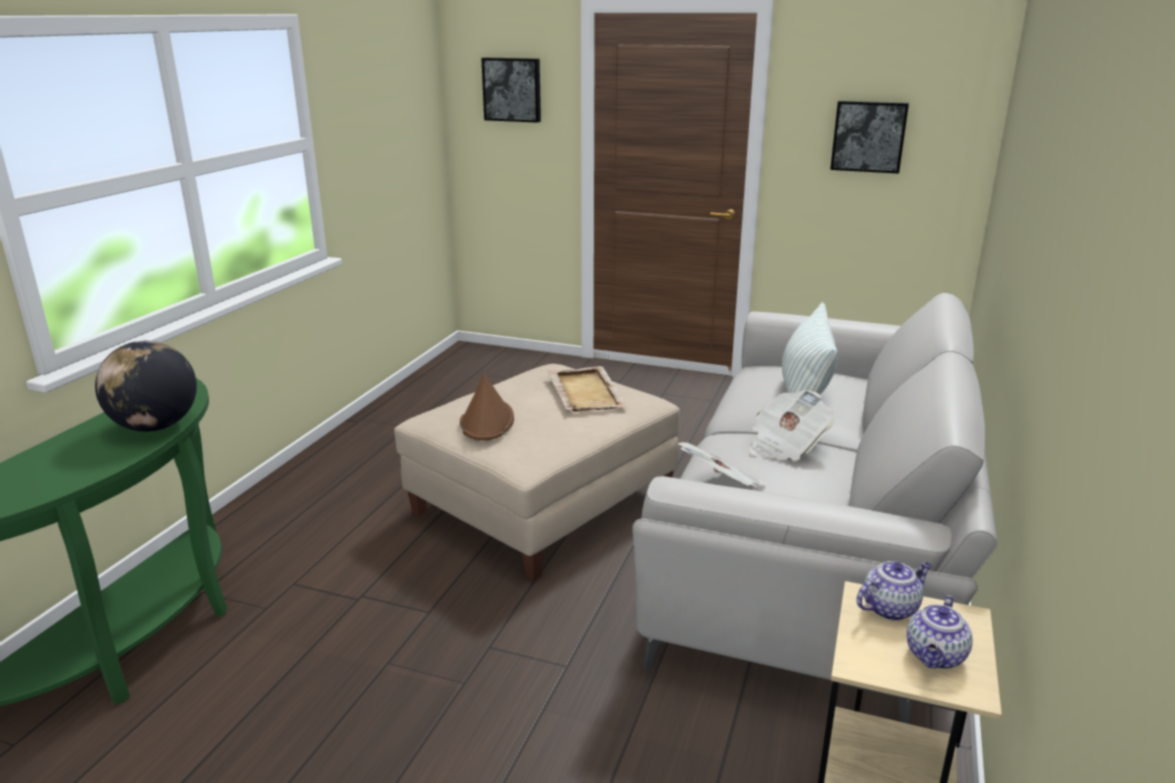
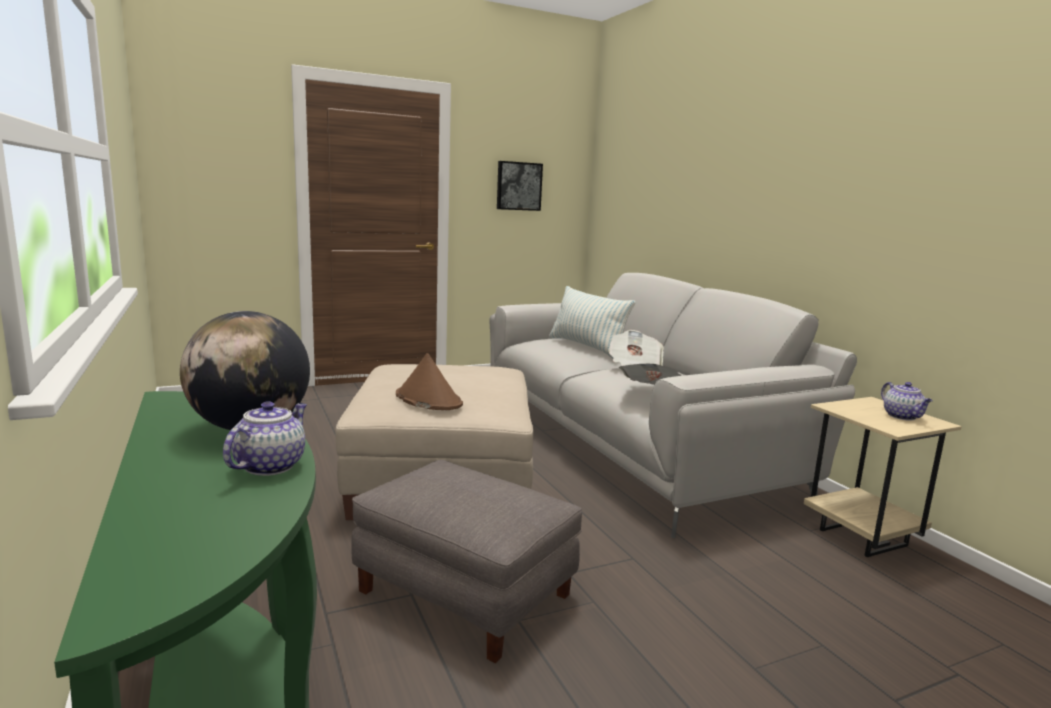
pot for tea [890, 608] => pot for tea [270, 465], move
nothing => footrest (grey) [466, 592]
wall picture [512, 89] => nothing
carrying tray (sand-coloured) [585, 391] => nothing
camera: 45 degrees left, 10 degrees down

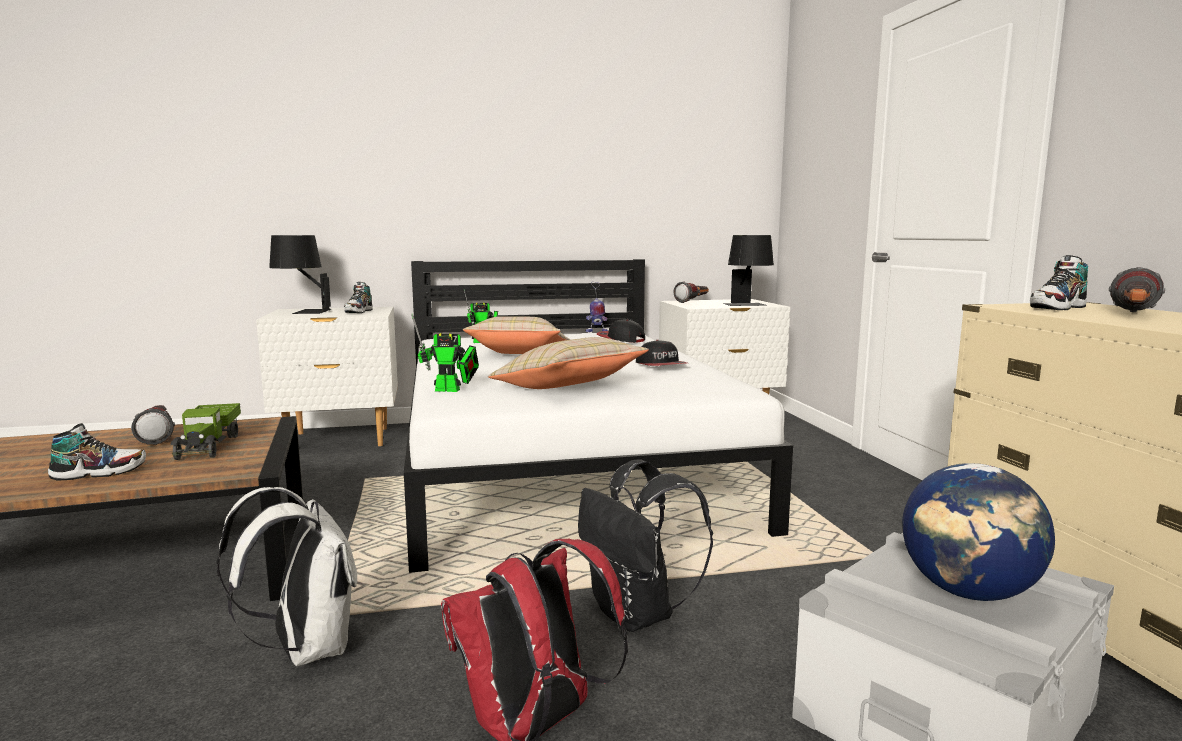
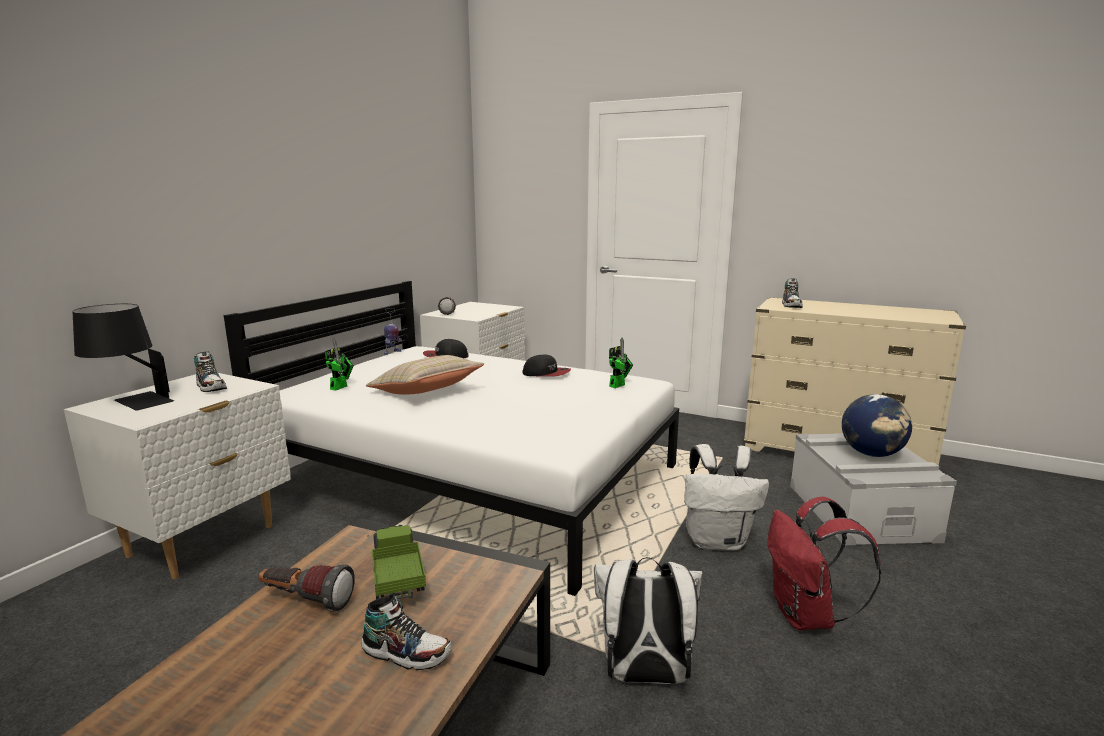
item of footwear [99, 473] => item of footwear [406, 653], 90 degrees clockwise
model truck [209, 445] => model truck [397, 576], 135 degrees counterclockwise
toy robot [451, 390] => toy robot [618, 385], move
knapsack (blackish) [637, 615] => knapsack (white-coloured) [717, 541]
pillow (sand-coloured) [567, 388] => nothing
table lamp (blackish) [748, 305] => nothing
torch [1133, 315] => nothing
camera: 50 degrees left, 5 degrees up

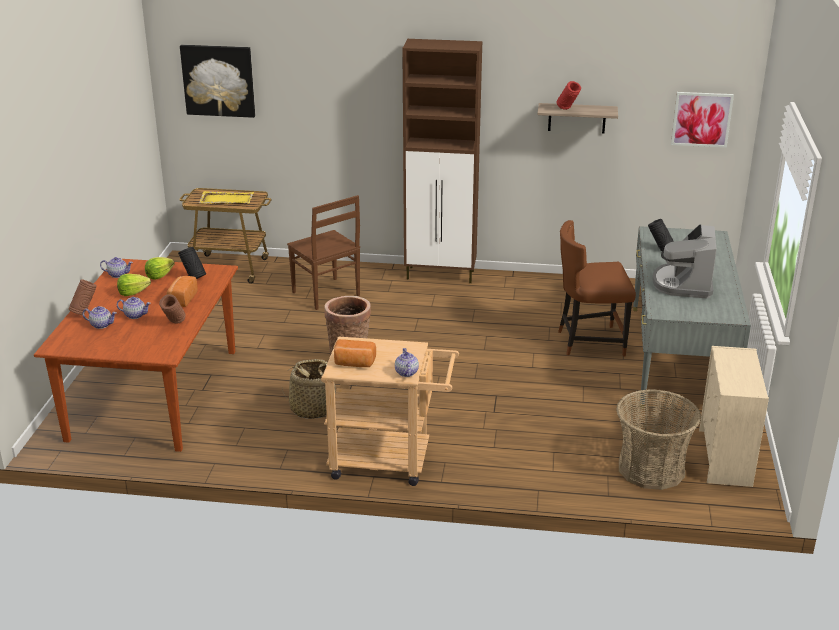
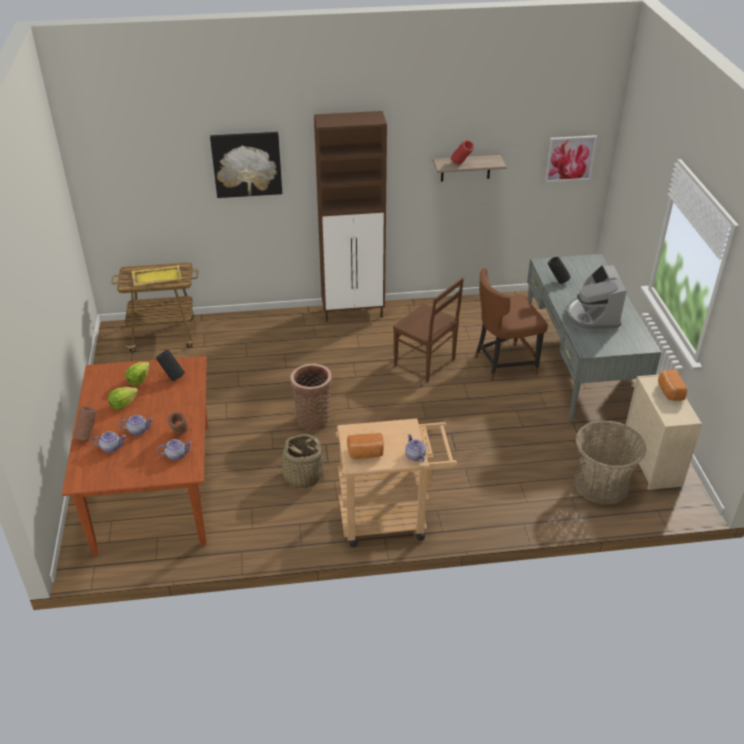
pot for tea [118, 274] => pot for tea [176, 455], move
wall picture [218, 80] => wall picture [247, 164], move
plain chair (brownish) [327, 294] => plain chair (brownish) [426, 363], move
bakery bread [182, 299] => bakery bread [669, 392], move
camera: 15 degrees left, 10 degrees up

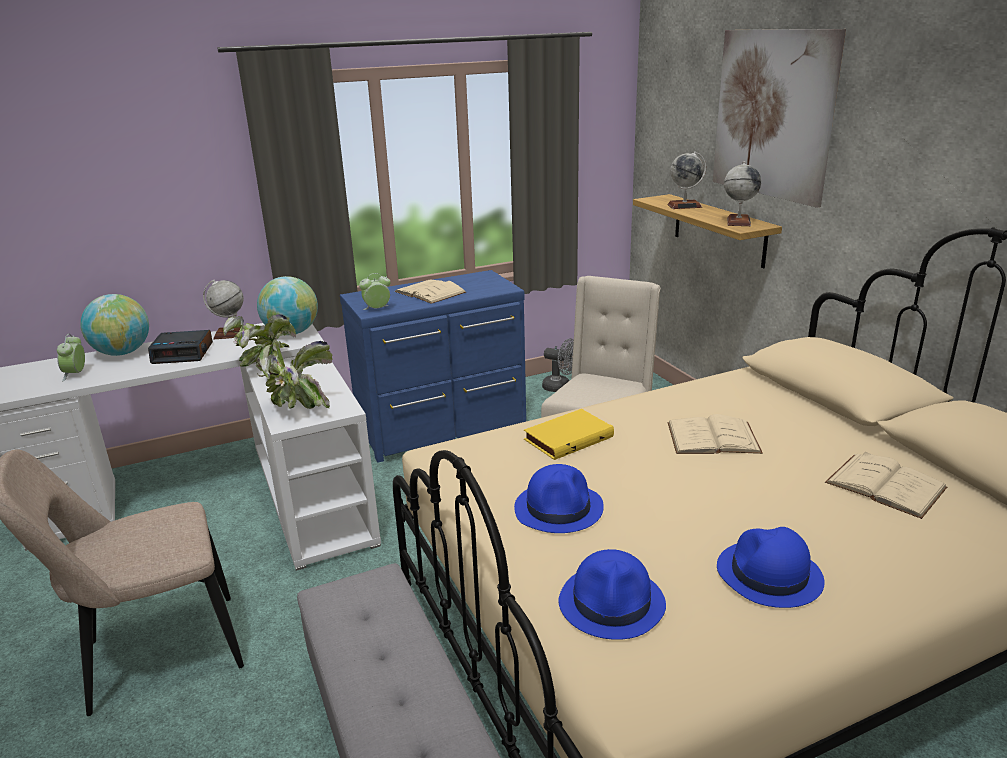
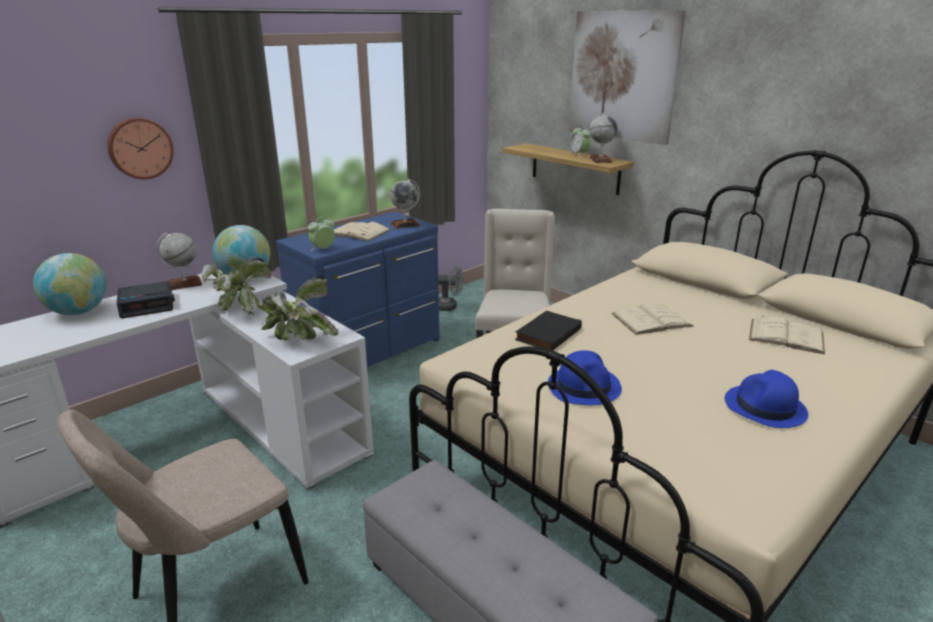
nothing => clock on the wall [140, 148]
globe [684, 206] => globe [405, 224], move
bound book (yellow) [567, 437] => bound book (blackish) [547, 334]
table clock [76, 374] => table clock [579, 154], move
hat (blue) [612, 603] => nothing
camera: 20 degrees left, 0 degrees up

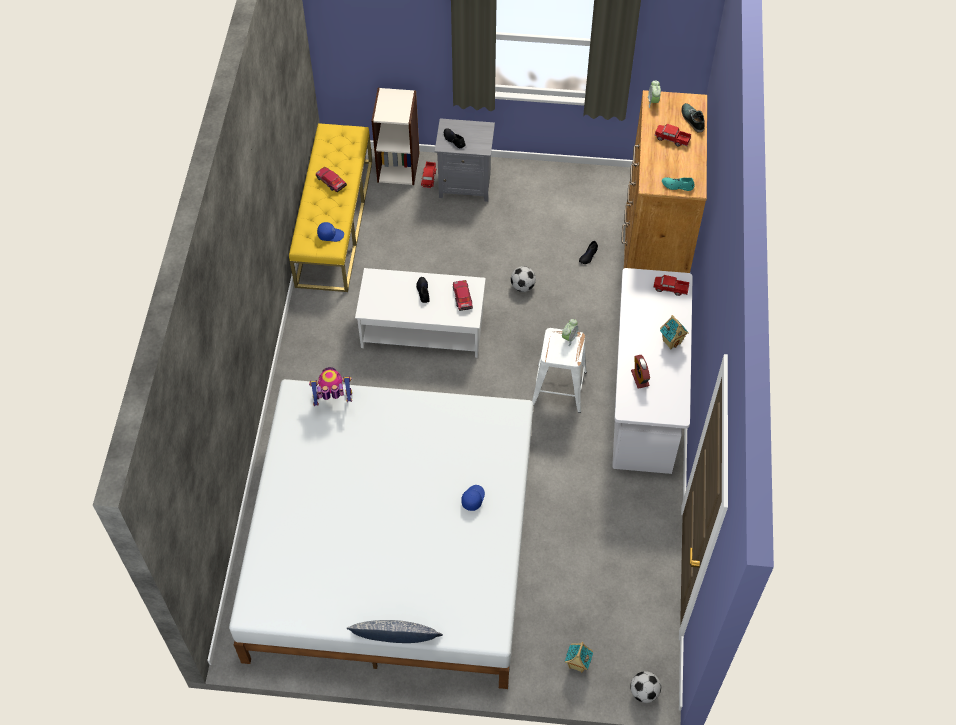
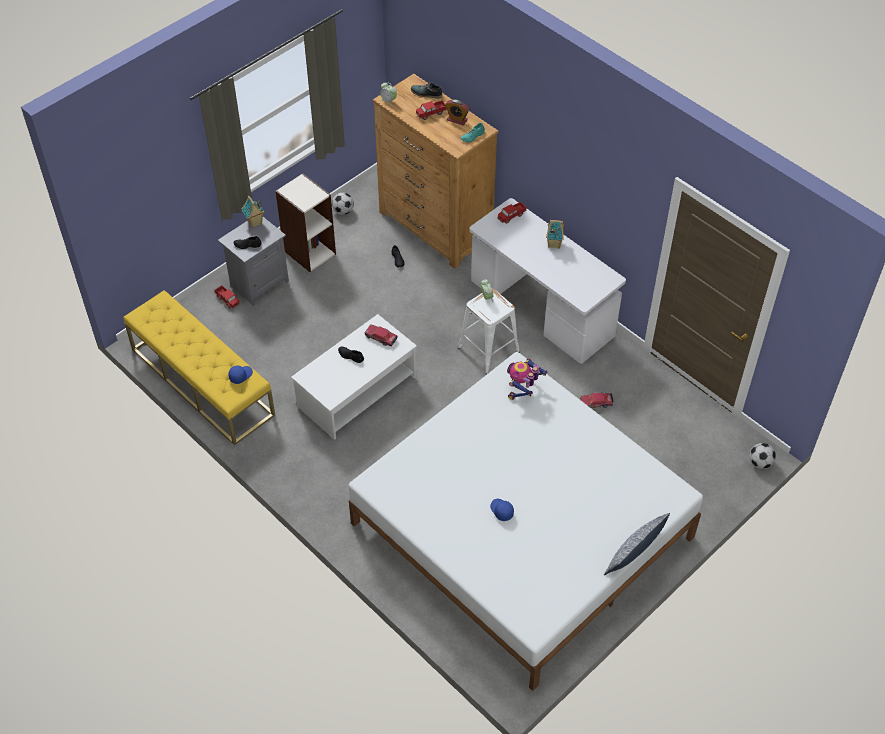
model house [577, 665] => model house [254, 223], move
shelving unit [398, 166] => shelving unit [309, 252], move
ball for football [523, 287] => ball for football [343, 211], move
table clock [640, 378] => table clock [457, 120], move
baseball cap (blue) [472, 498] => baseball cap (blue) [501, 511], move
toy robot [333, 400] => toy robot [523, 389], move
model car [331, 182] => model car [596, 403], move
camera: 50 degrees left, 5 degrees down

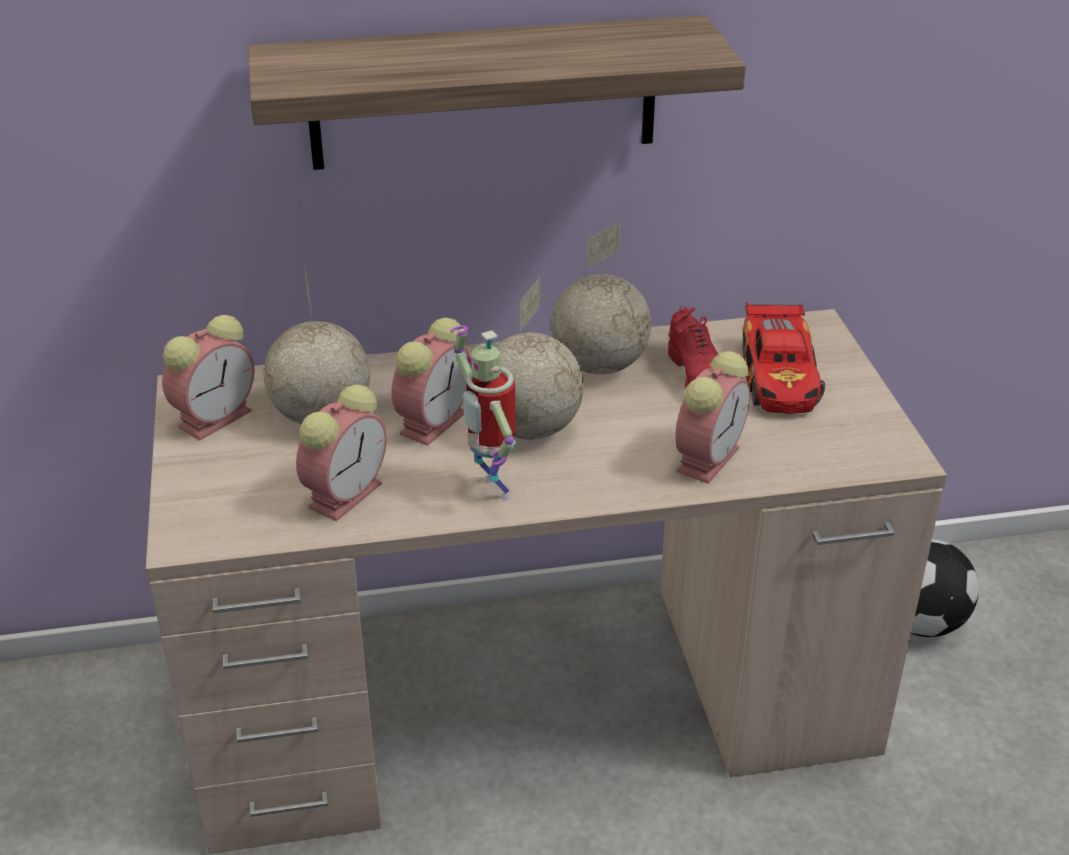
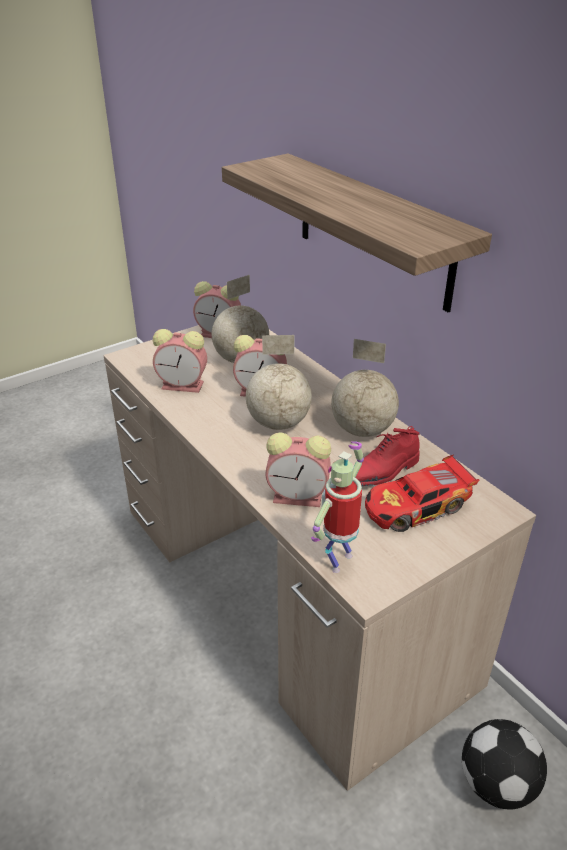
toy robot [491, 489] => toy robot [338, 560], move
camera: 65 degrees right, 0 degrees up

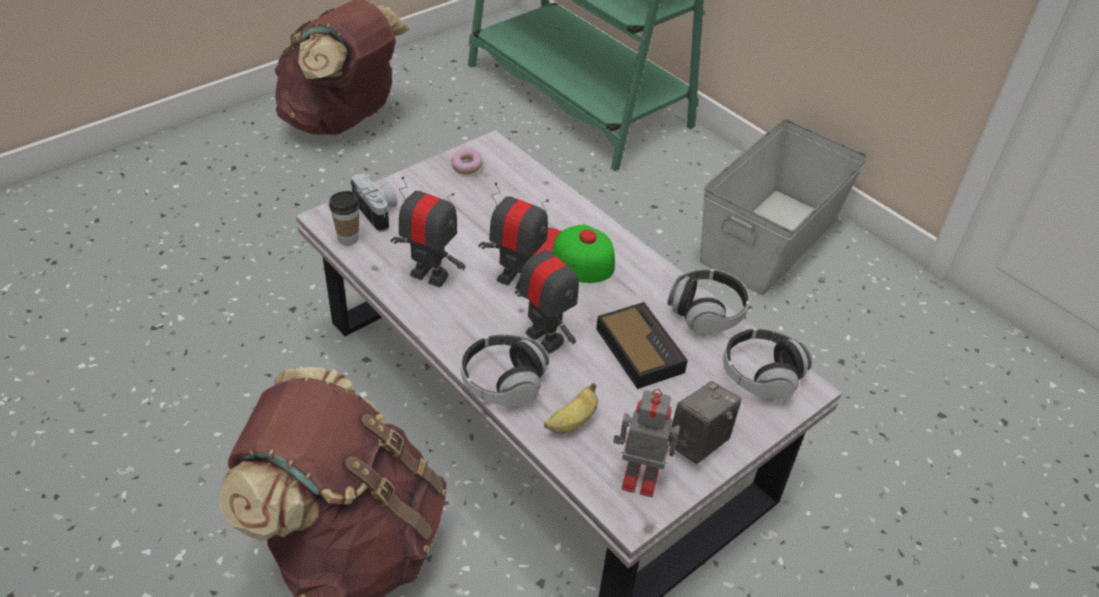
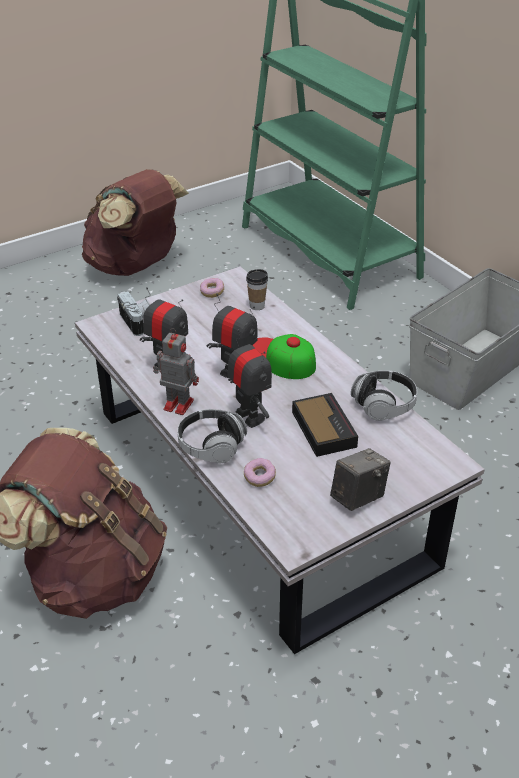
toy robot [638, 477] => toy robot [177, 404], move
whole banana [572, 423] => donut [259, 477]
small cup [348, 238] => small cup [257, 306], move
headphones [761, 375] => nothing
camera: 10 degrees right, 5 degrees down

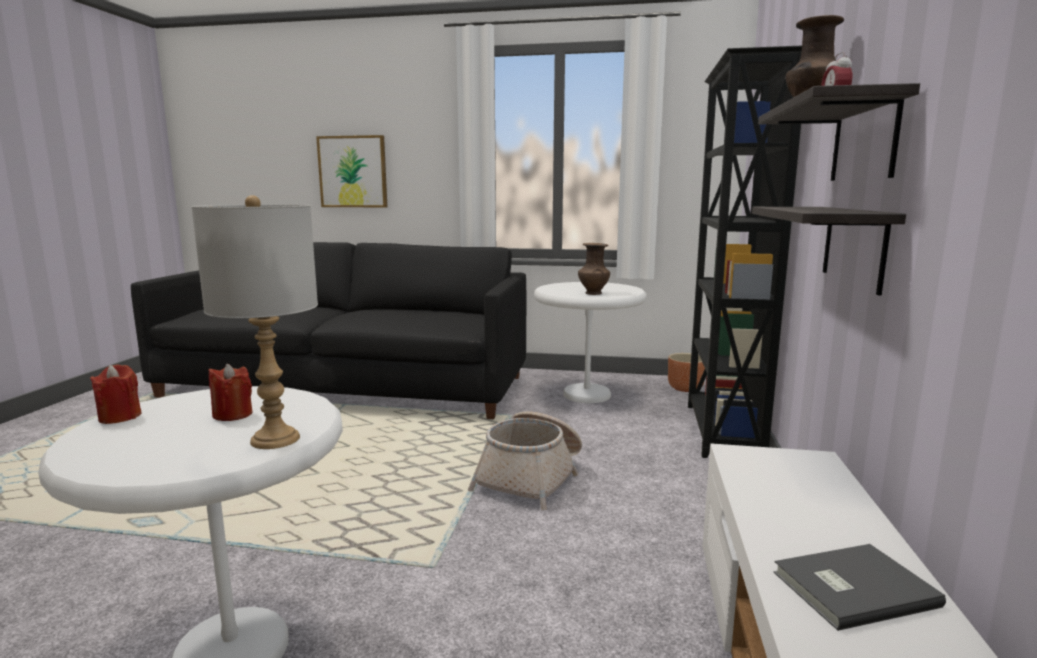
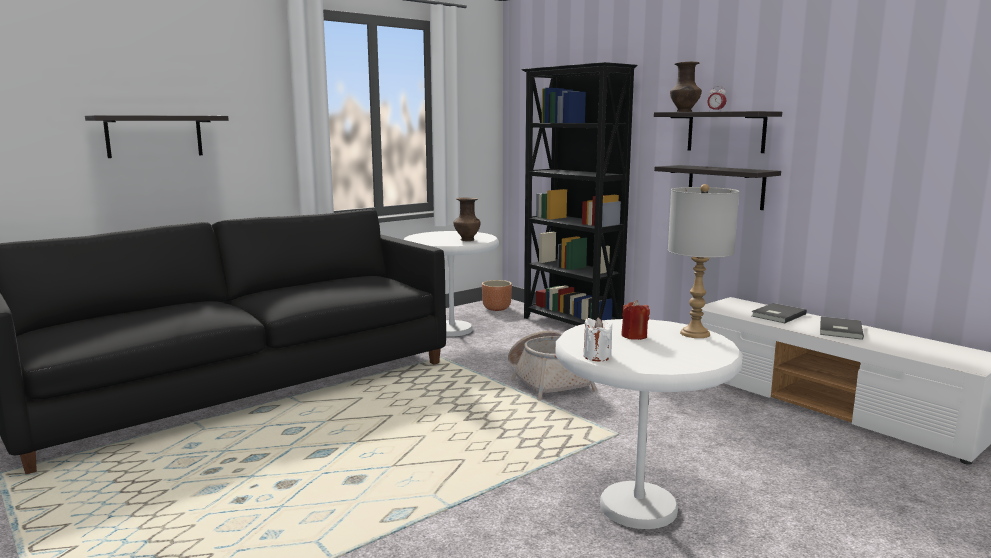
wall picture [353, 172] => bracket shelf [154, 136]
wax light (red) [120, 417] => wax light (white-coloured) [597, 356]
nothing => bound book (grey) [776, 315]
camera: 50 degrees left, 0 degrees up

